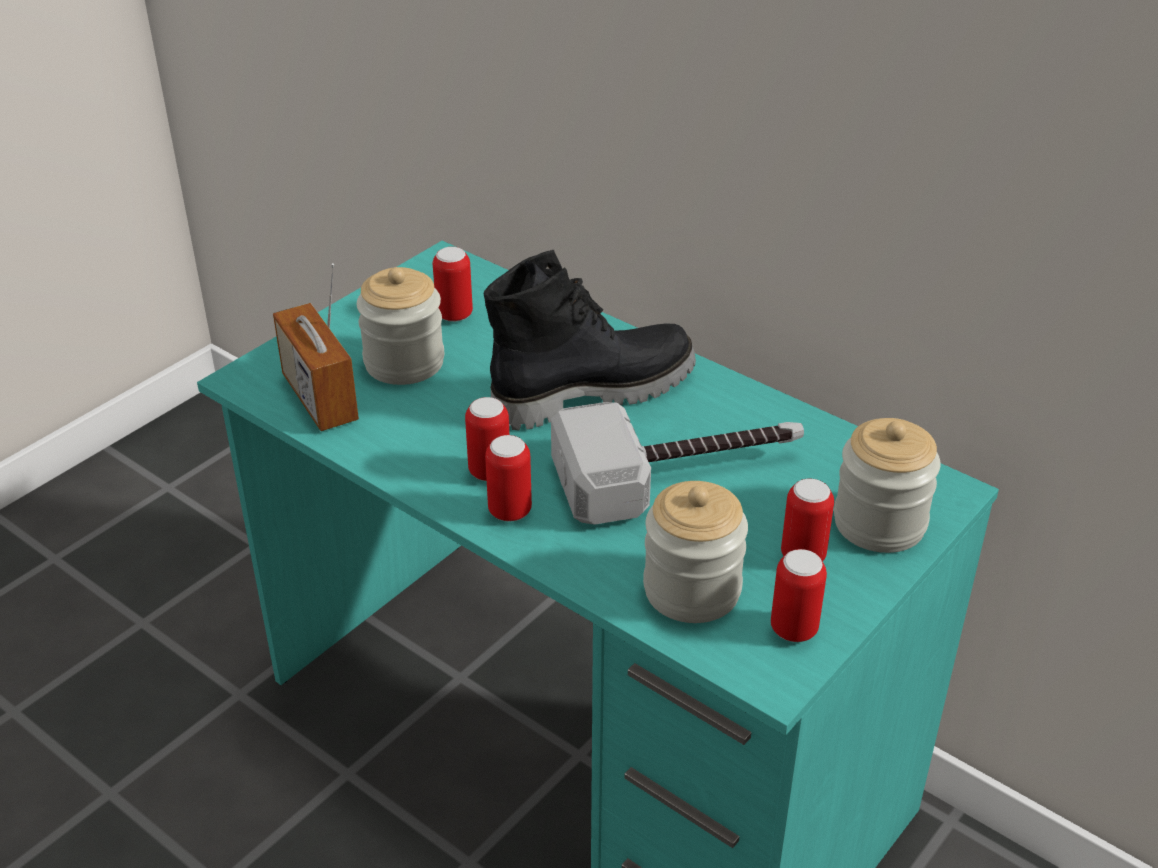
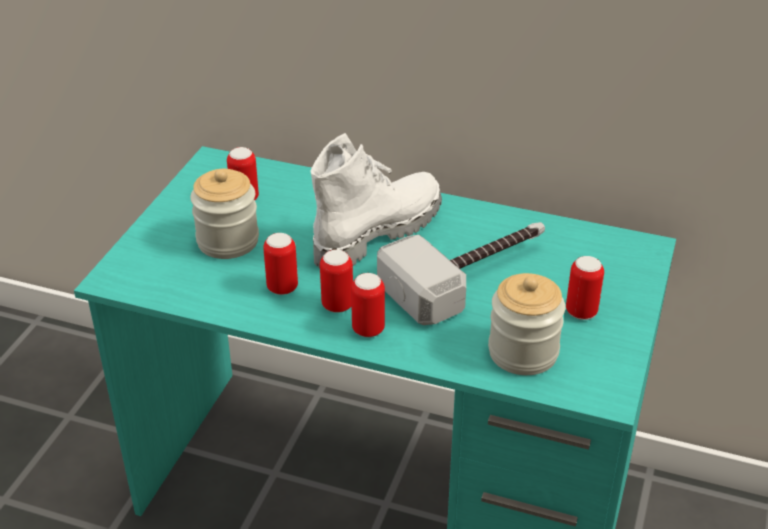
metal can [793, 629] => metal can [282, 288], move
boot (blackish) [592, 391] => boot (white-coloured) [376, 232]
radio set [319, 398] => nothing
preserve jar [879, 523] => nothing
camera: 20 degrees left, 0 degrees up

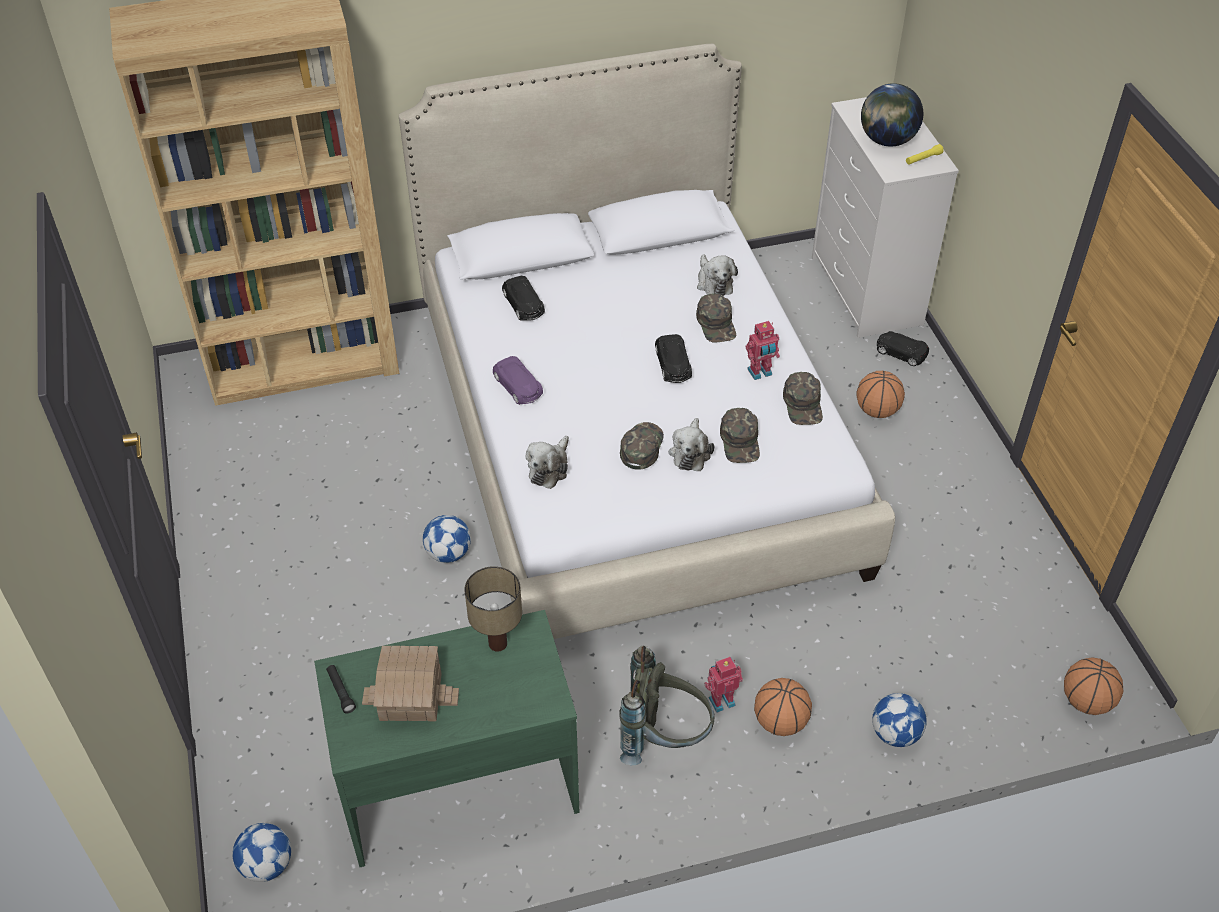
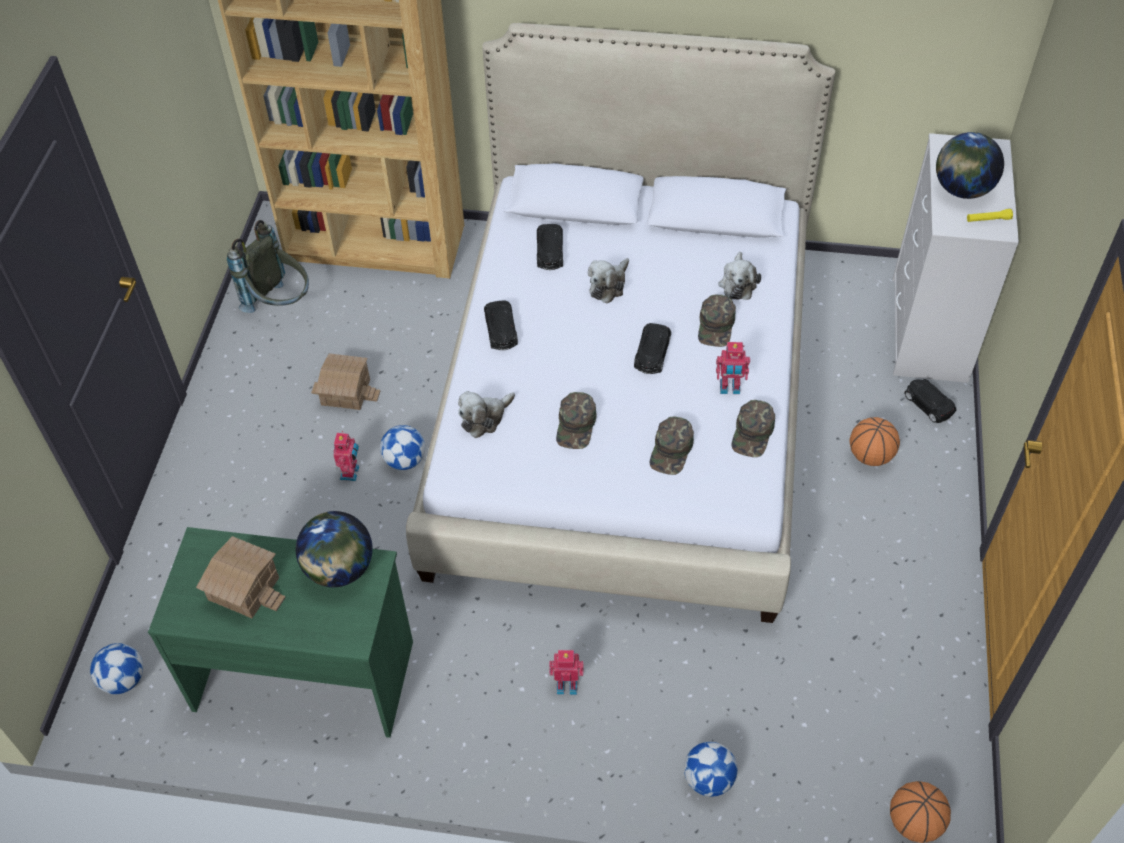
knapsack (grey) [664, 738] => knapsack (grey) [280, 304], move
table lamp [498, 644] => globe [339, 569]
nothing => model house [345, 393]
nothing => toy robot [351, 473]
model car (purplish) [518, 386] => model car (blackish) [501, 330]
baseball cap (green-coloured) [641, 447] => baseball cap (green-coloured) [576, 425], 150 degrees clockwise
cuddly toy [690, 452] => cuddly toy [608, 285], move
torch (blackish) [341, 692] => nothing
basketball ball [780, 722] => nothing
camera: 25 degrees right, 5 degrees up

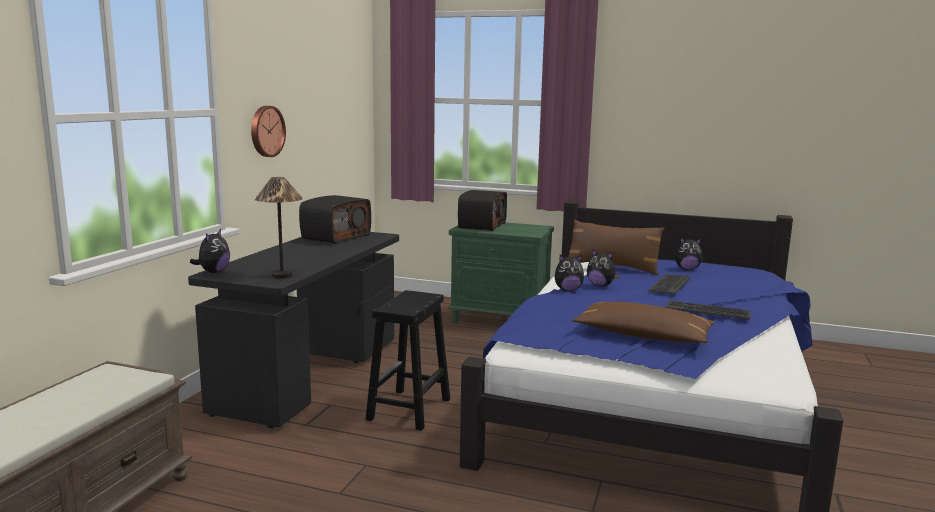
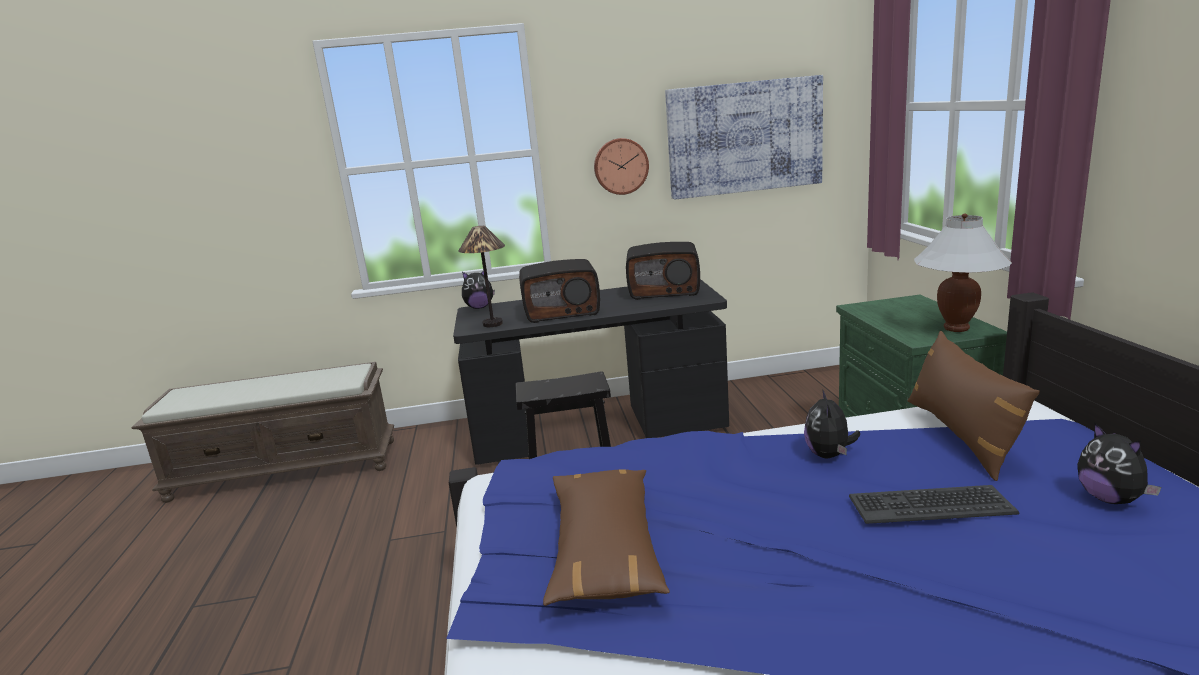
radio set [481, 225] => radio set [562, 311], move
nothing => wall picture [744, 137]
nothing => table lamp (white-coloured) [956, 328]
cuddly toy [568, 290] => nothing
PC keyboard [707, 310] => nothing
camera: 65 degrees right, 5 degrees up

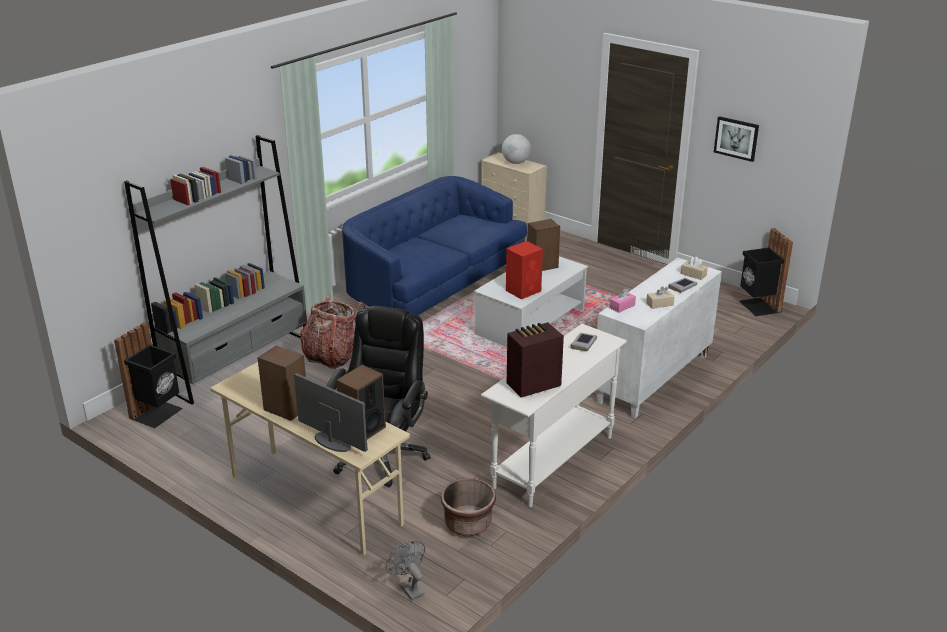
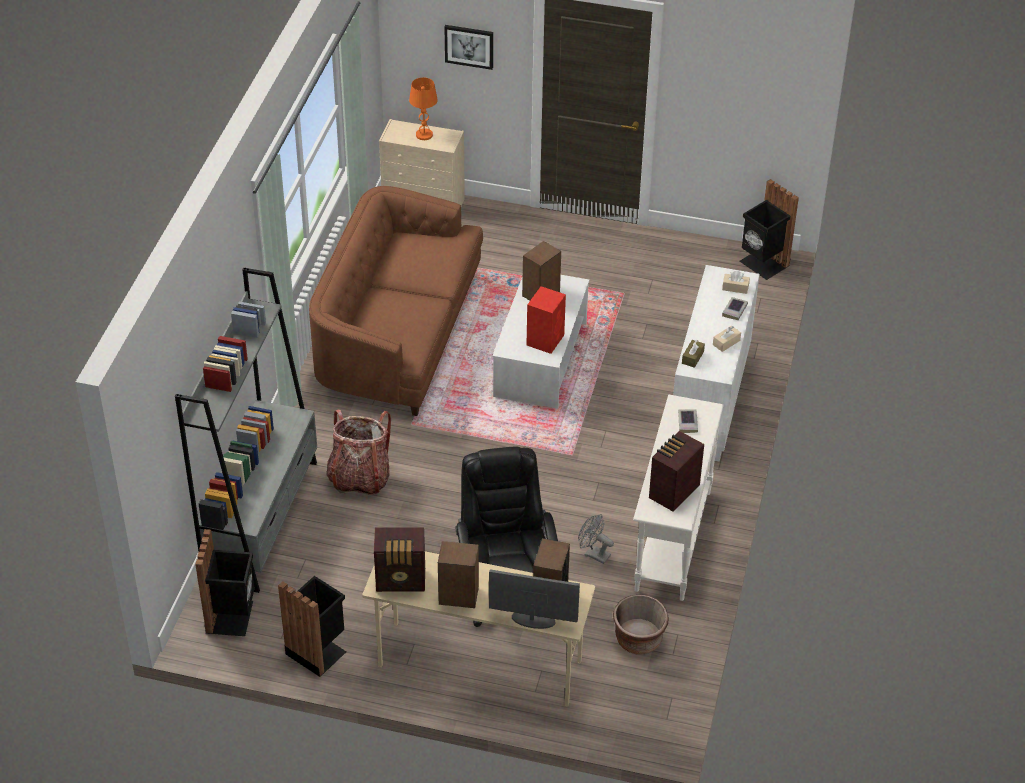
nothing => rubbish bin (blackish) [317, 651]
couch (blue) [434, 285] => couch (brownish) [398, 334]
nothing => radio set [402, 581]
globe [516, 162] => table lamp (orange) [424, 135]
wall picture [736, 138] => wall picture [469, 46], move
electric fan (grey) [409, 587] => electric fan (grey) [593, 554], move
box of tissues (pink-coloured) [622, 306] => box of tissues (brownish) [692, 357]
camera: 25 degrees left, 15 degrees up

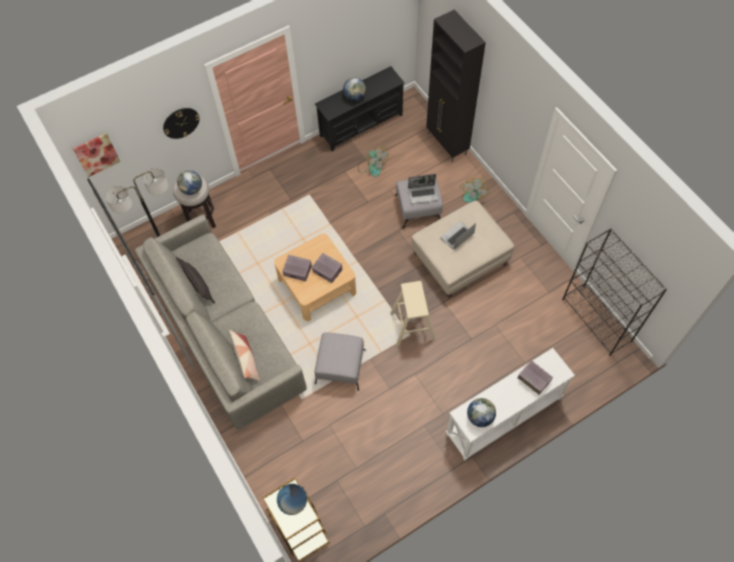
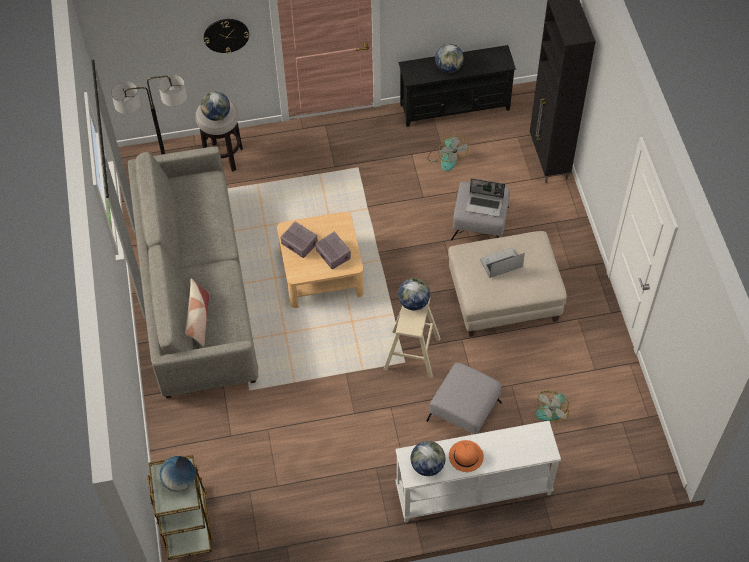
nothing => globe [413, 302]
footrest (grey) [340, 366] => footrest (grey) [464, 411], move
nothing => hat (orange) [465, 456]
electric fan [473, 193] => electric fan [552, 409], move
wall picture [96, 154] => nothing
pillow [198, 285] => nothing
radio set [533, 380] => nothing
shelving unit (blackish) [597, 320] => nothing
camera: 20 degrees right, 5 degrees down

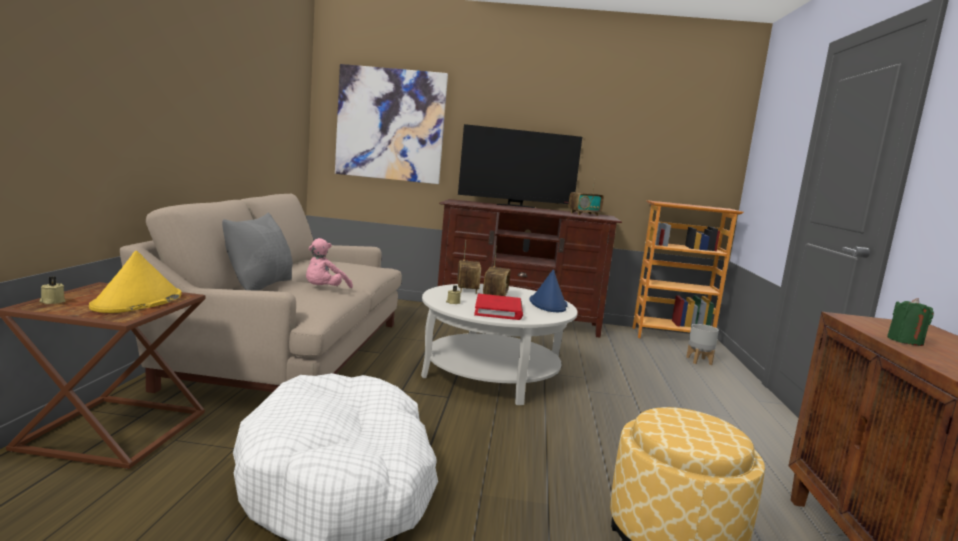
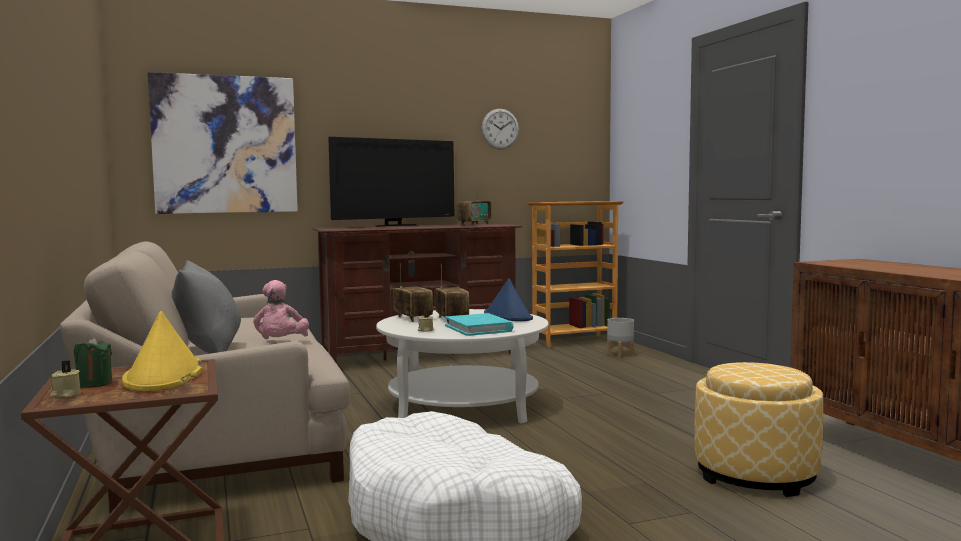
wax light (green-coloured) [905, 341] => wax light (green-coloured) [94, 384], move
bound book (red) [498, 310] => bound book (blue-green) [478, 328]
nothing => clock on the wall [500, 129]
camera: 25 degrees left, 5 degrees down

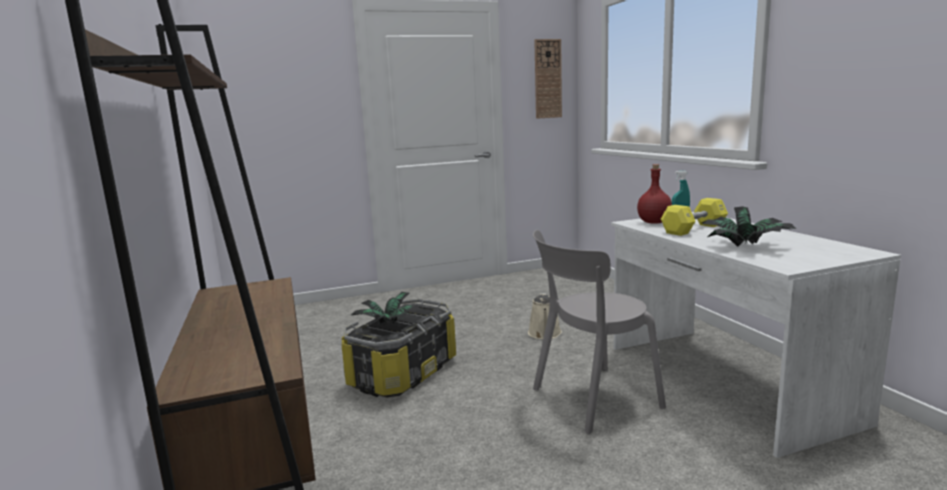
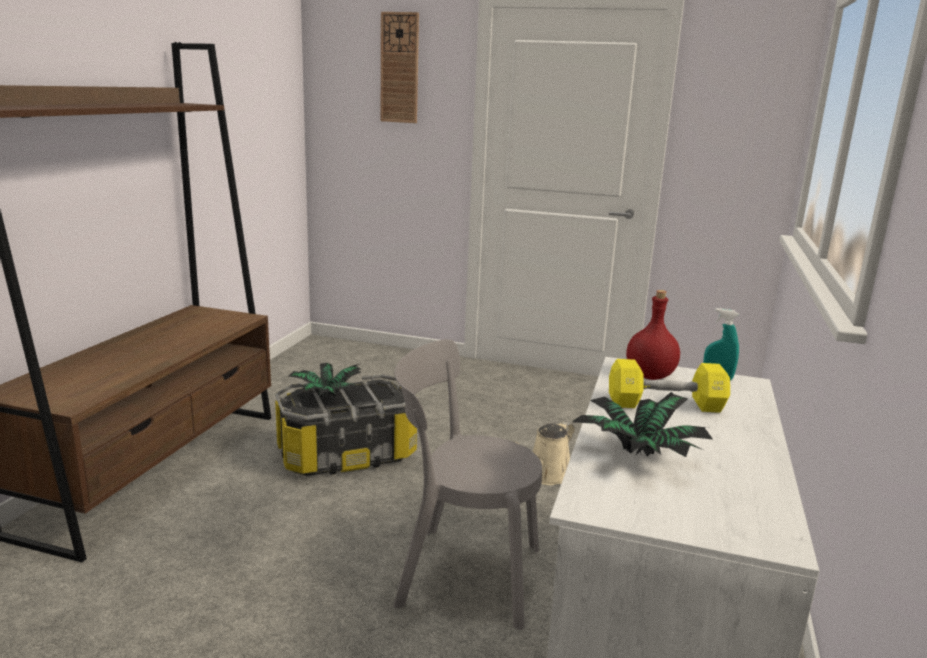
clock on the wall [547, 79] => clock on the wall [399, 68], move
camera: 35 degrees right, 5 degrees up

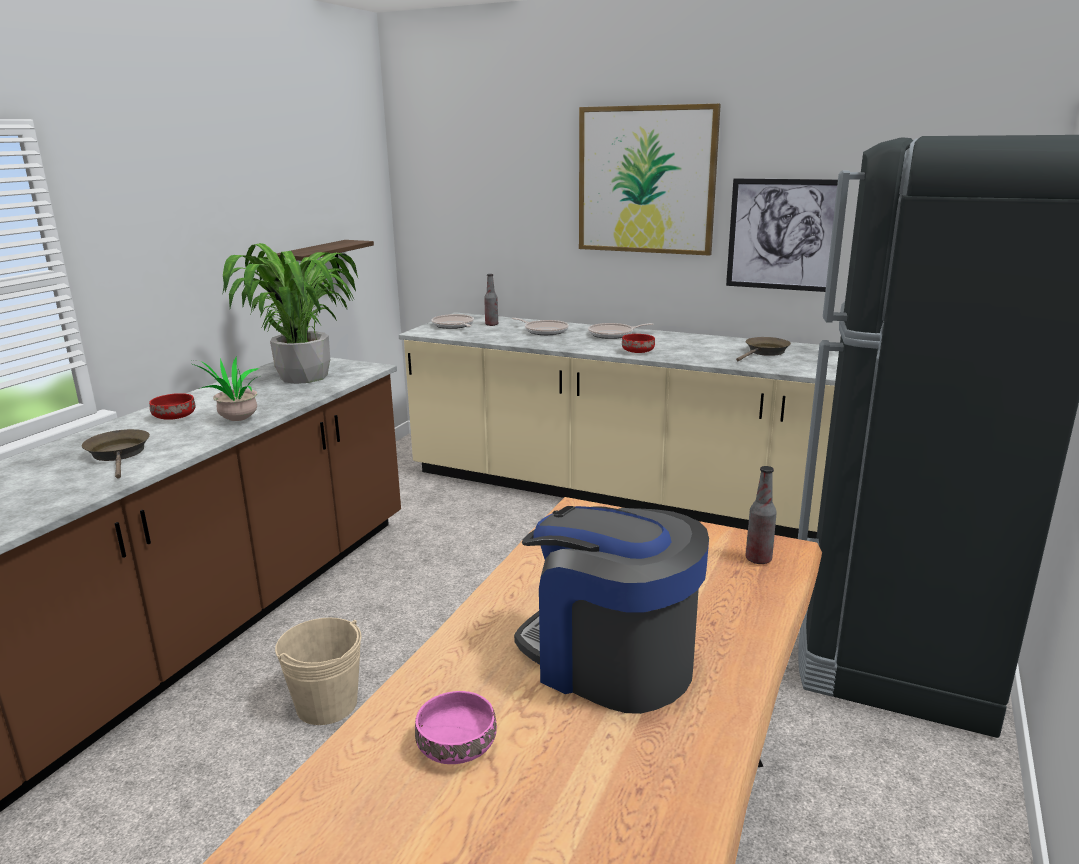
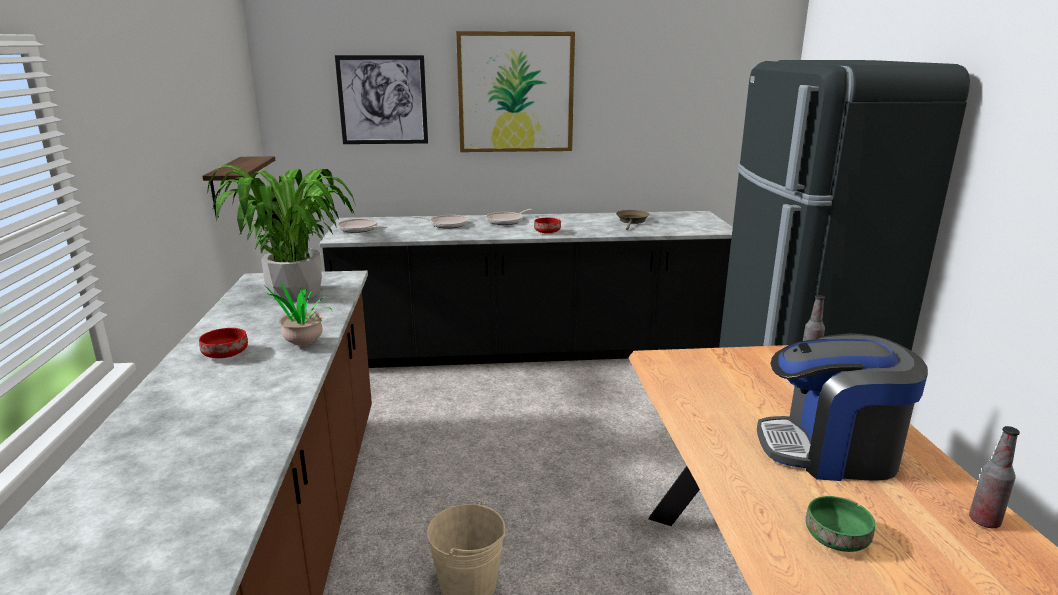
kitchen counter (sand-coloured) [630, 494] => kitchen counter (blackish) [531, 350]
wall picture [784, 235] => wall picture [382, 100], move
serving bowl (pink-coloured) [455, 745] => serving bowl (green-coloured) [834, 538]
beverage bottle [491, 324] => beverage bottle [984, 521], move
skillet (brownish) [119, 454] => nothing
camera: 30 degrees left, 0 degrees up

